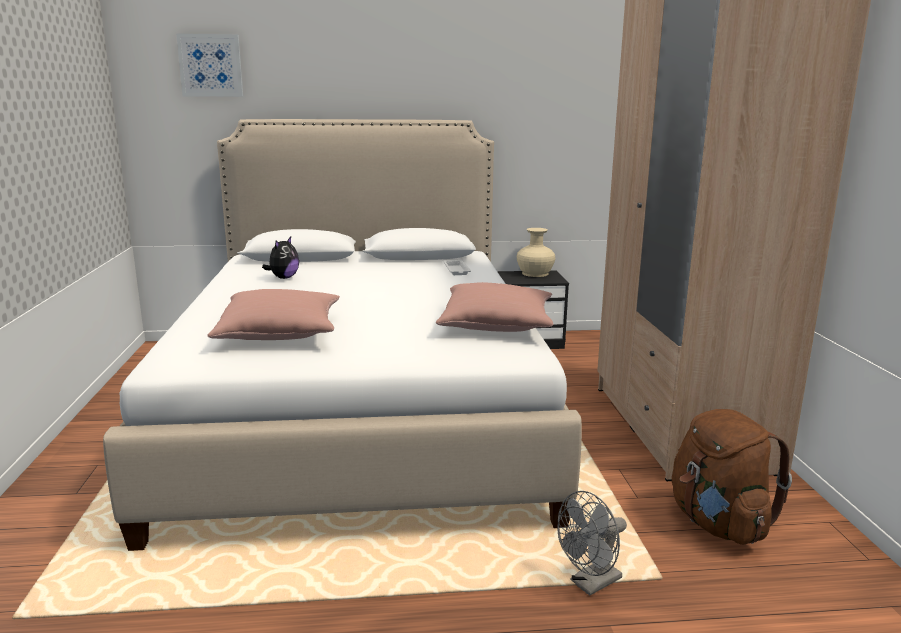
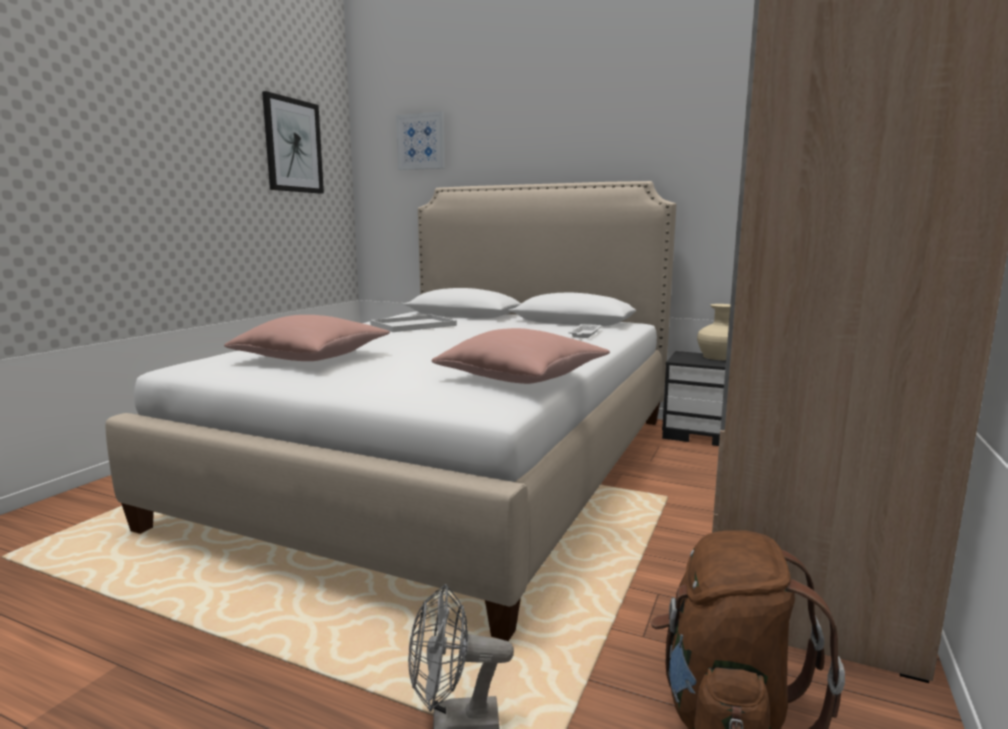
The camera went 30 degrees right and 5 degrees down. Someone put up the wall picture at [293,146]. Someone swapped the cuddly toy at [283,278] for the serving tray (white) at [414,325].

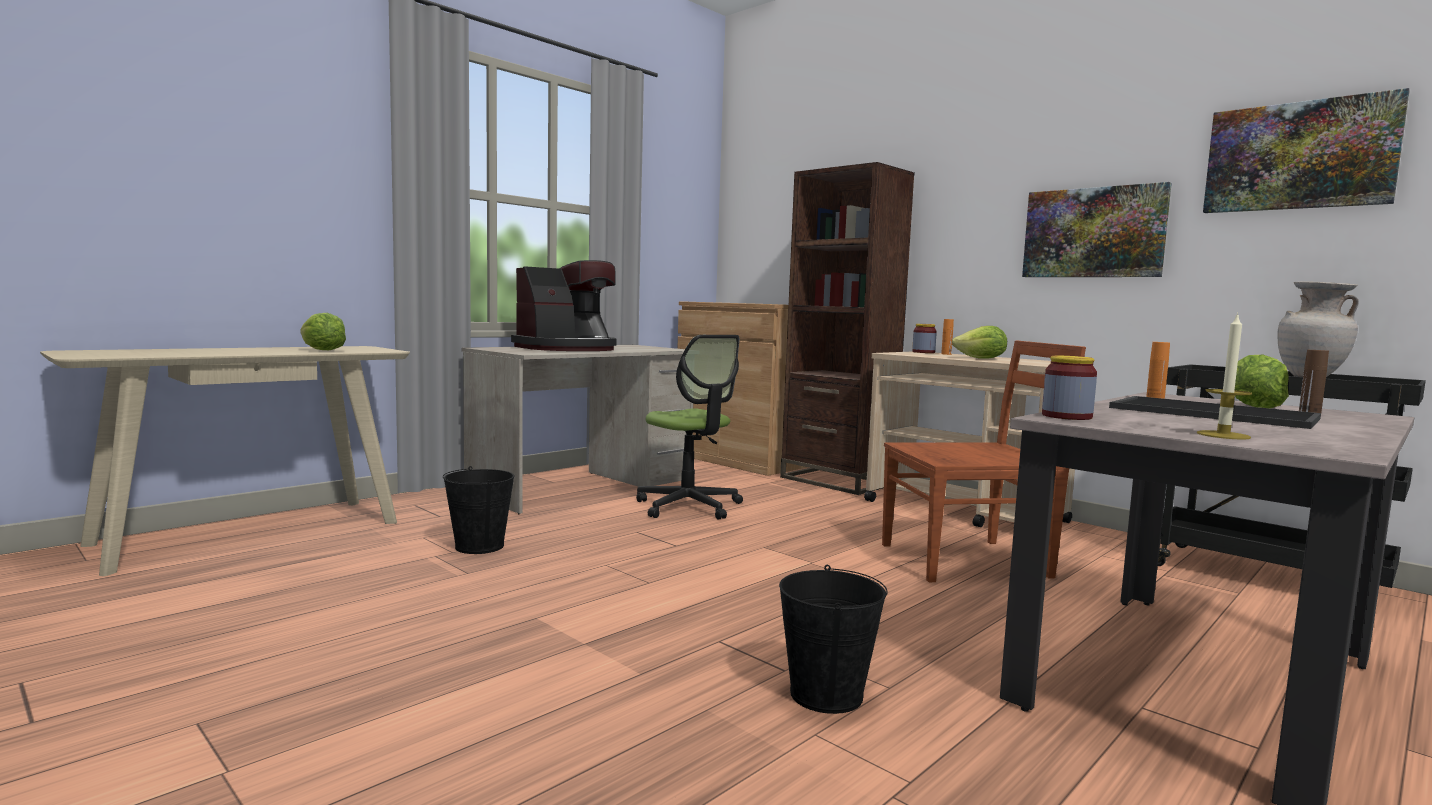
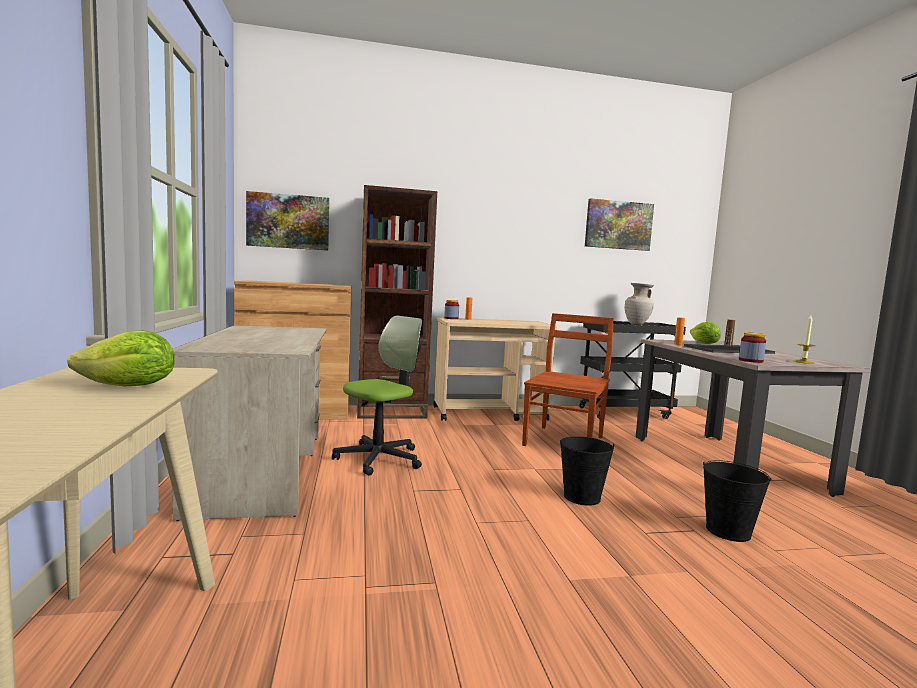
The camera went 55 degrees left and 0 degrees up. Someone took away the coffee maker at [567,349]. Someone took away the lettuce at [981,359]. Someone carried the pail (black) from [480,546] to [581,497]. Someone carried the wall picture from [1093,233] to [288,221]. Someone rotated the desk chair at [689,506] by 45 degrees counterclockwise.

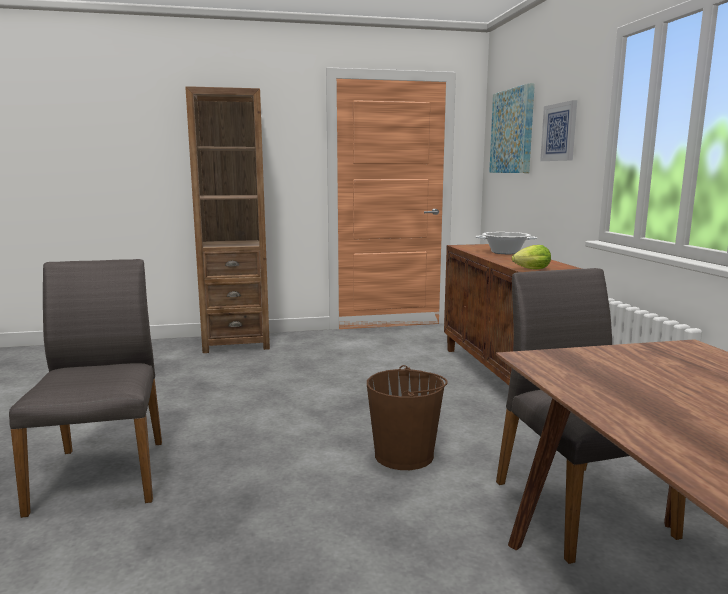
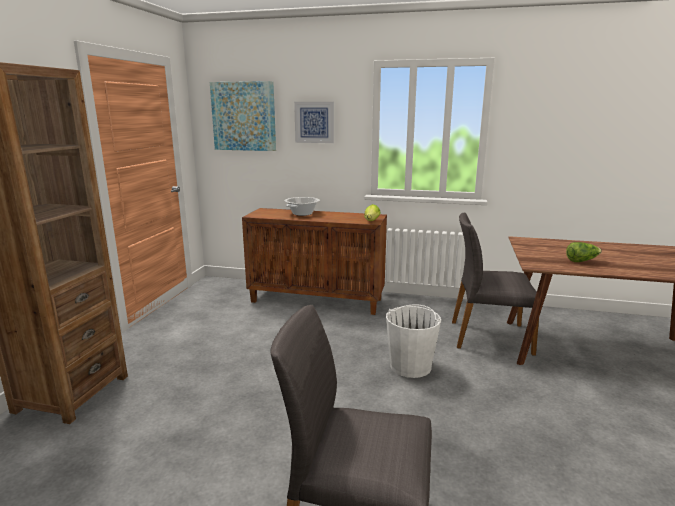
The camera went 65 degrees left and 5 degrees up. Someone put down the lettuce at [582,260]. Someone repainted the pail (brown-coloured) at [404,455], which became the pail (white) at [410,366].

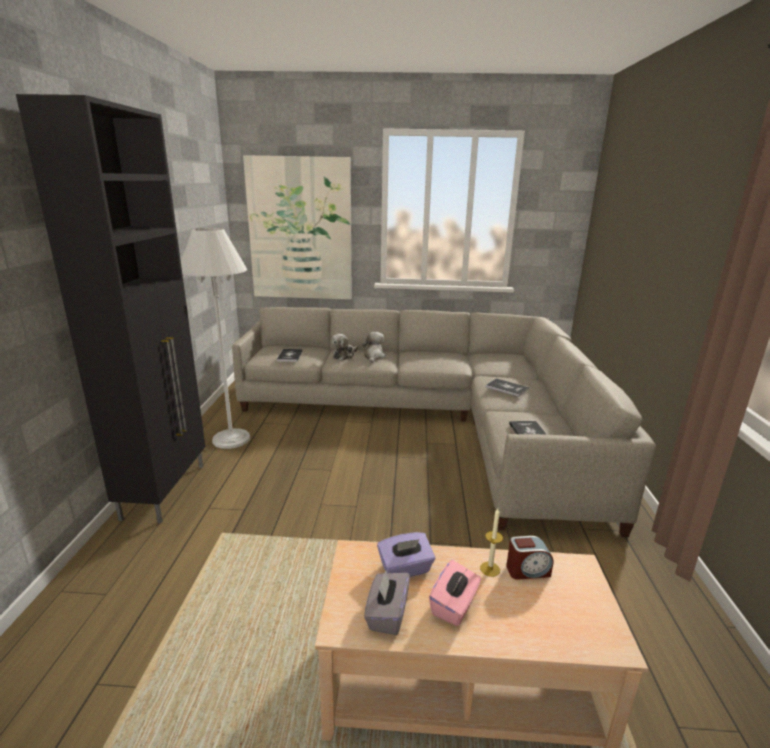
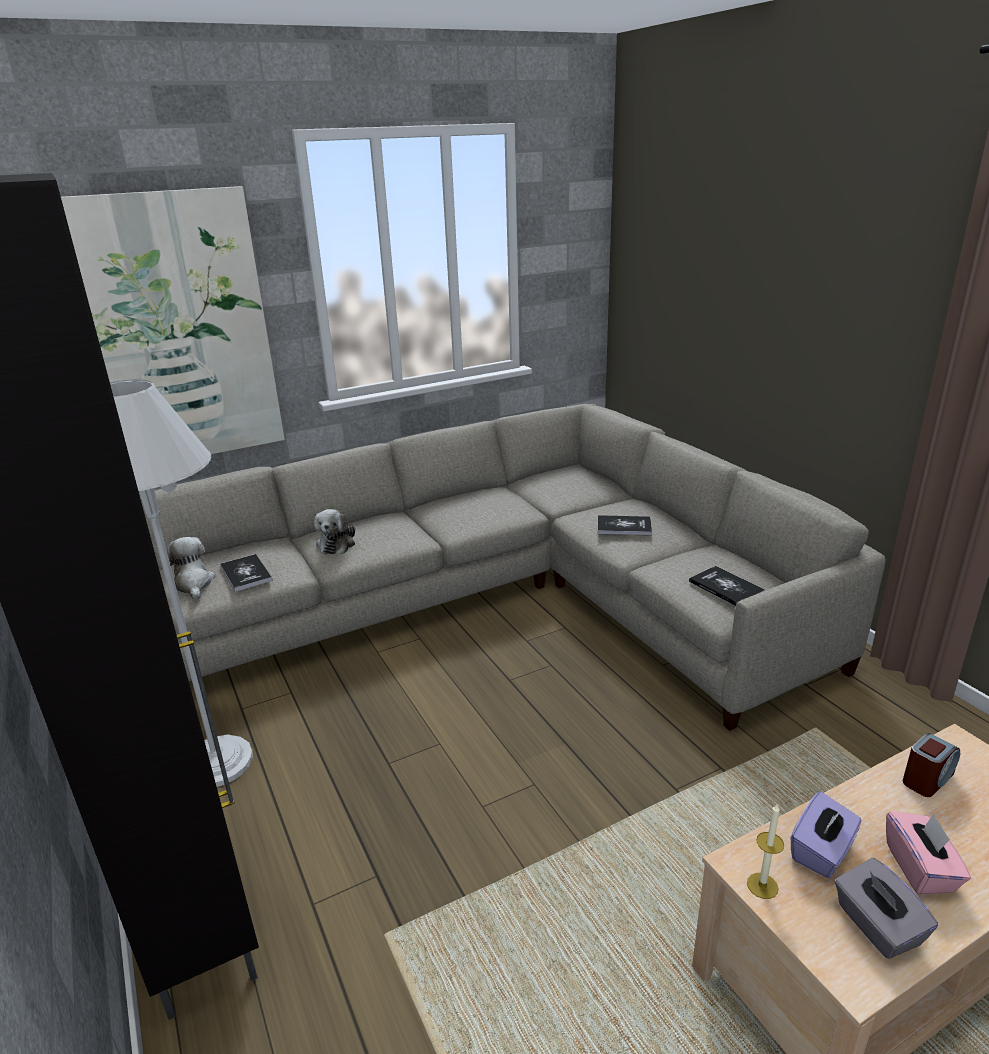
The camera went 30 degrees left and 5 degrees up. Someone carried the cuddly toy from [374,357] to [193,584]. Someone carried the candle from [490,569] to [762,885].

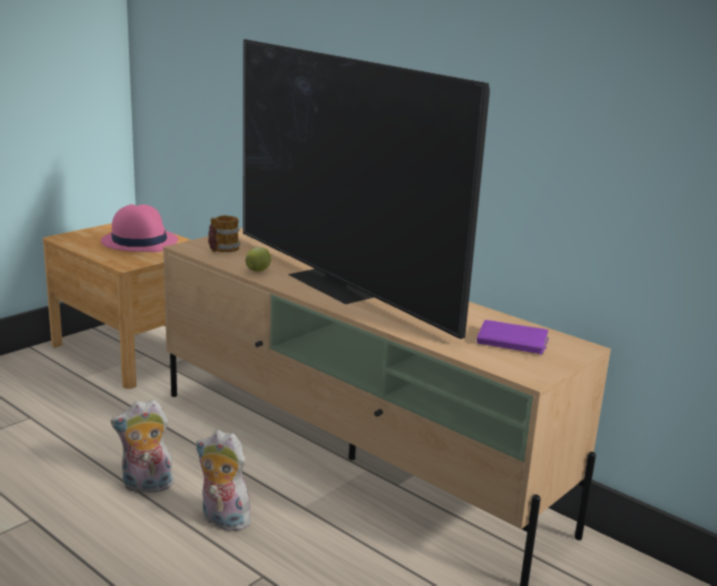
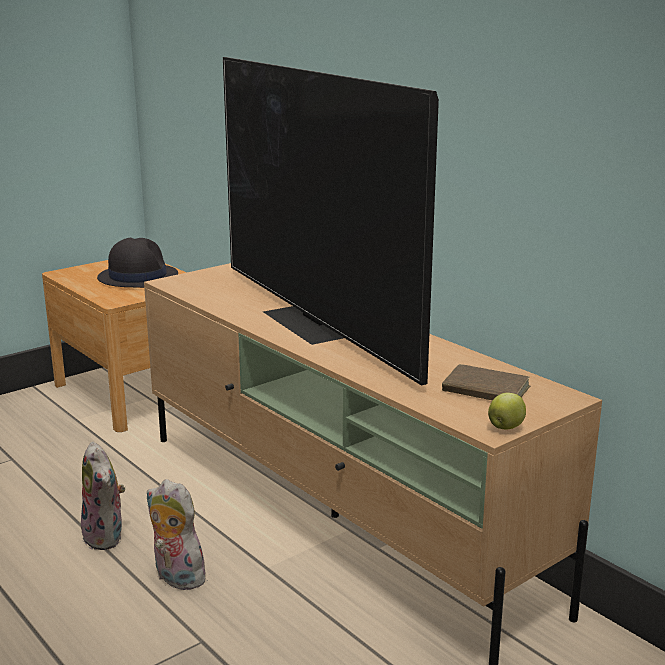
The camera went 10 degrees right and 0 degrees up. Someone took away the tea mug at [222,250]. Someone carried the apple fruit from [258,270] to [506,427]. Someone repainted the hat (pinkish) at [139,241], which became the hat (black) at [137,277]. Someone repainted the bound book (purple) at [512,342], which became the bound book (brown-coloured) at [484,390]. Someone rotated the cuddly toy at [146,486] by 120 degrees counterclockwise.

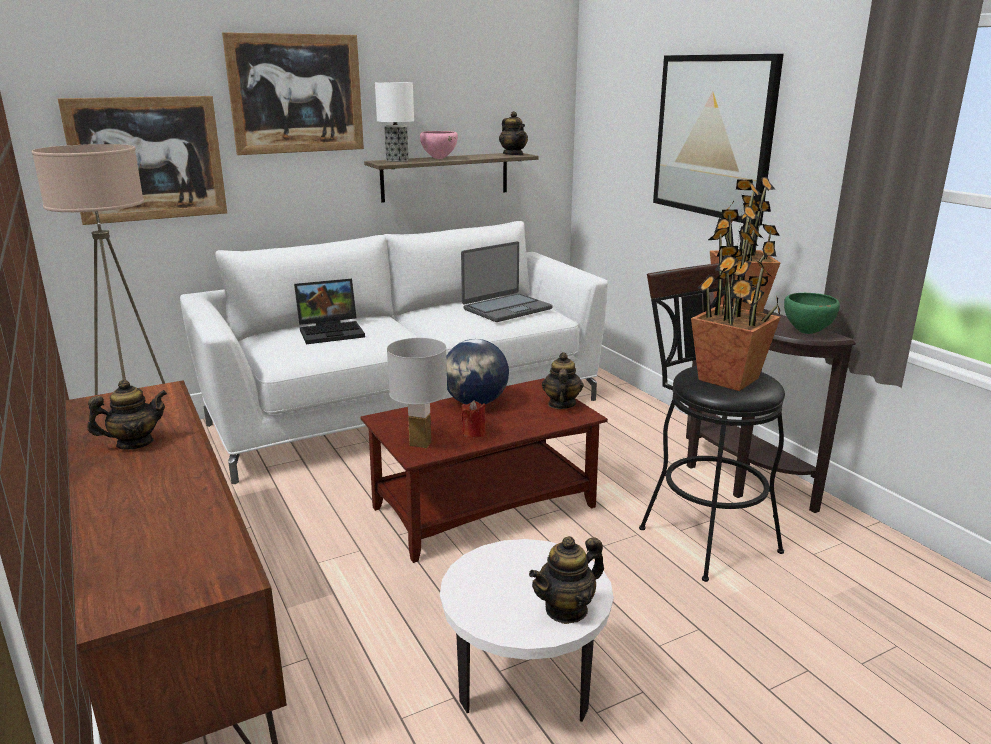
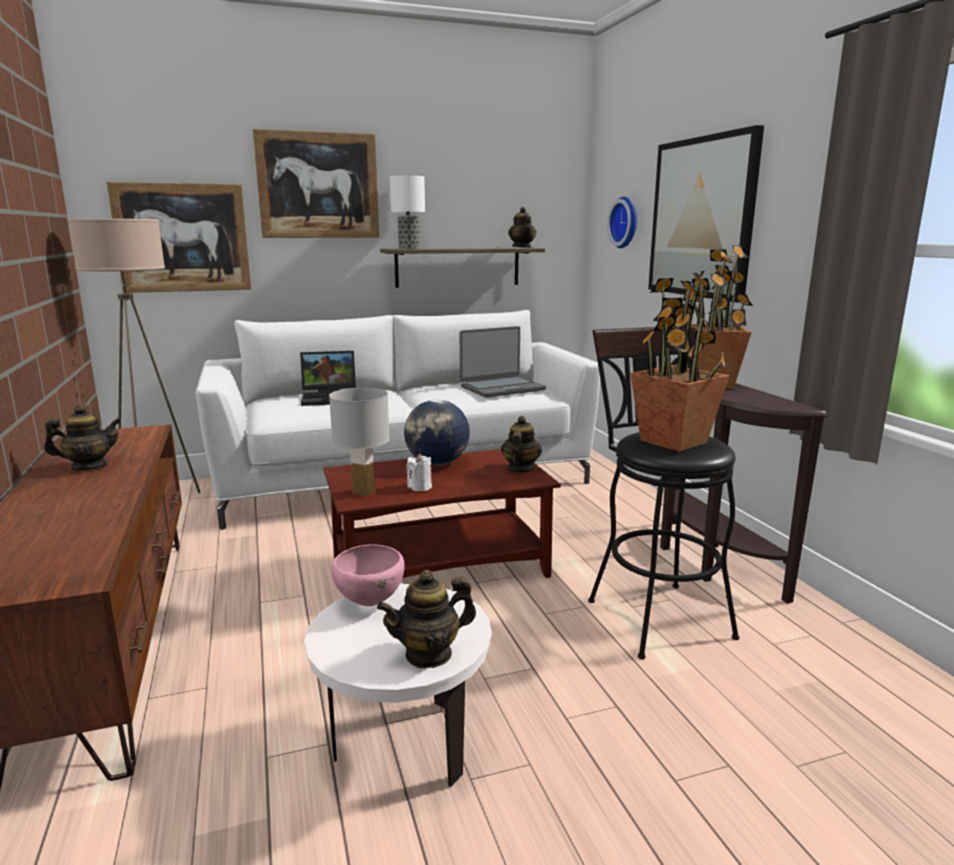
The camera went 10 degrees right and 5 degrees down. Someone took away the deep dish (green) at [807,333]. Someone put up the hanging clock at [626,222]. Someone carried the deep dish (pinkish) from [439,159] to [369,602]. Someone repainted the candle (red-coloured) at [473,433], which became the candle (white) at [420,487].

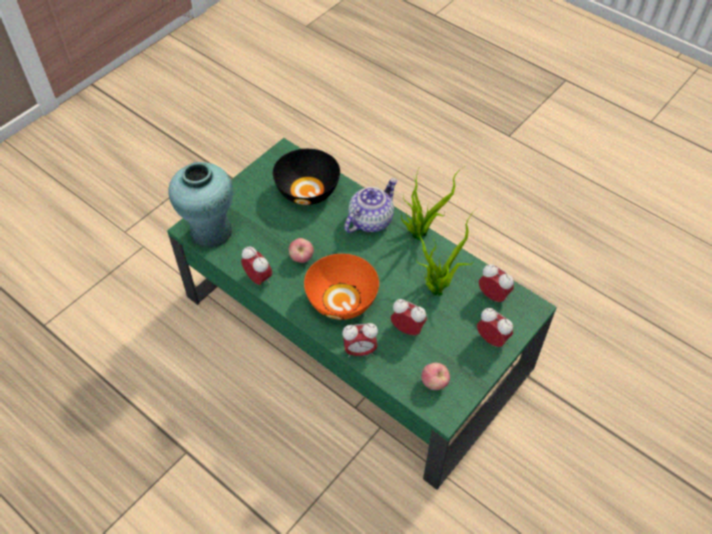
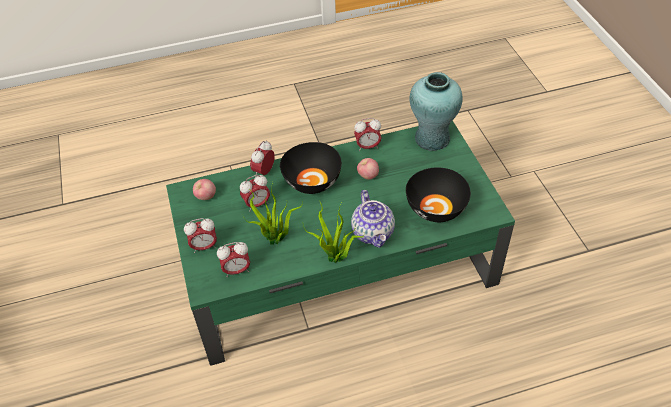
The camera went 125 degrees right and 5 degrees down. Someone repainted the deep dish (orange-coloured) at [342,300], which became the deep dish (black) at [312,182].

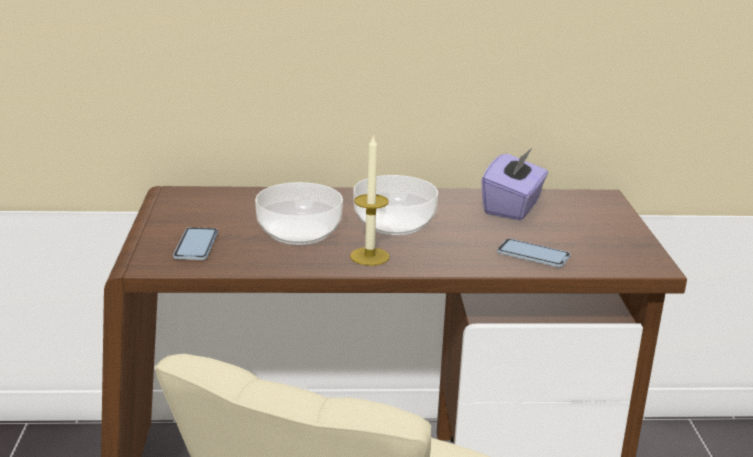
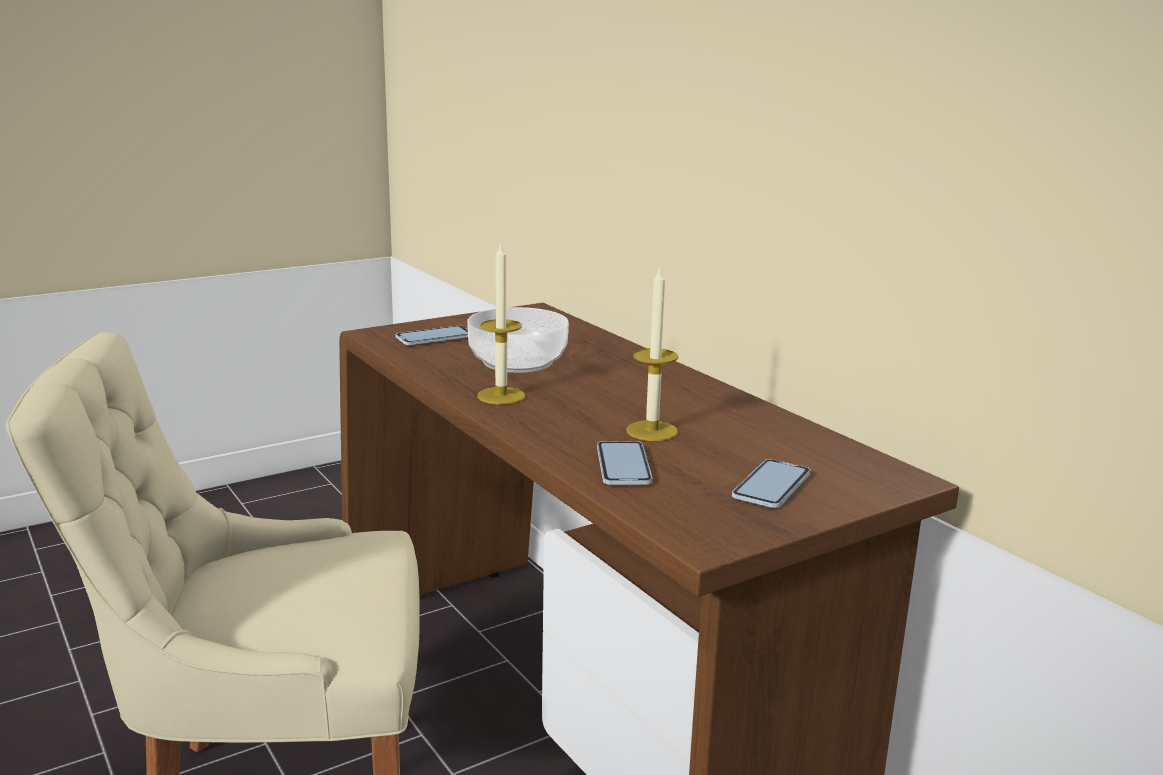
The camera went 60 degrees right and 5 degrees down. Someone took away the deep dish at [395,223]. Someone took away the tissue box (purple) at [513,207]. Someone put down the candle at [652,431]. Someone put down the phone at [771,486].

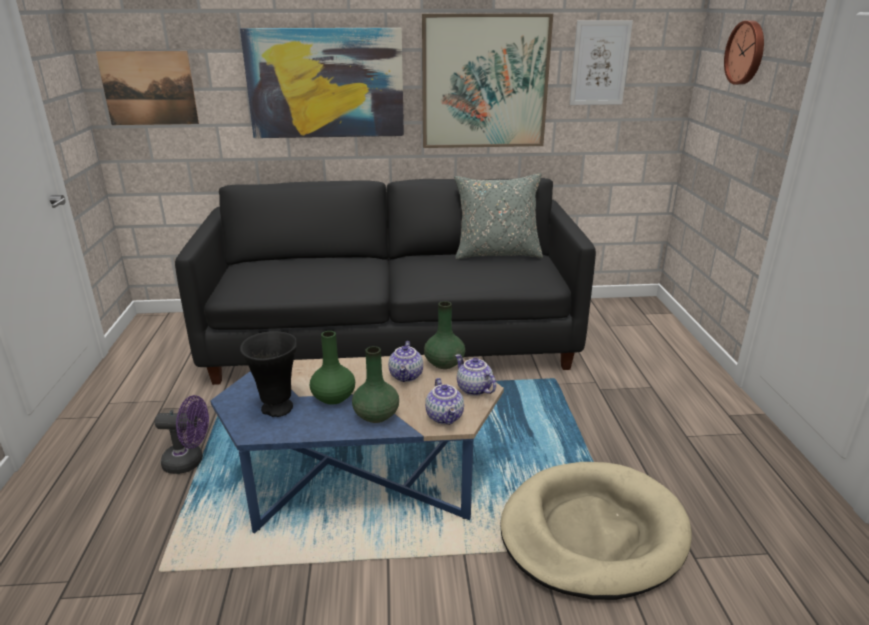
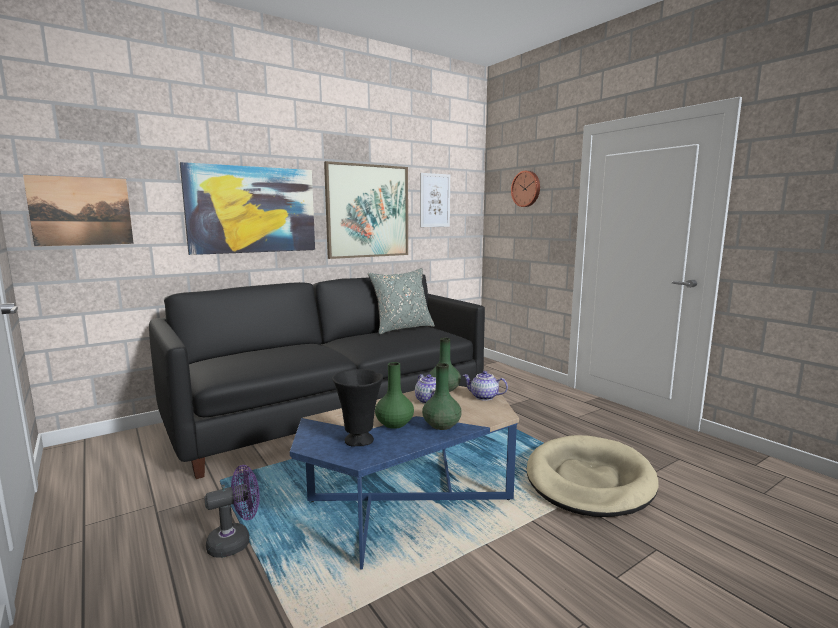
The camera went 30 degrees left and 15 degrees down. Someone took away the pot for tea at [445,417].

